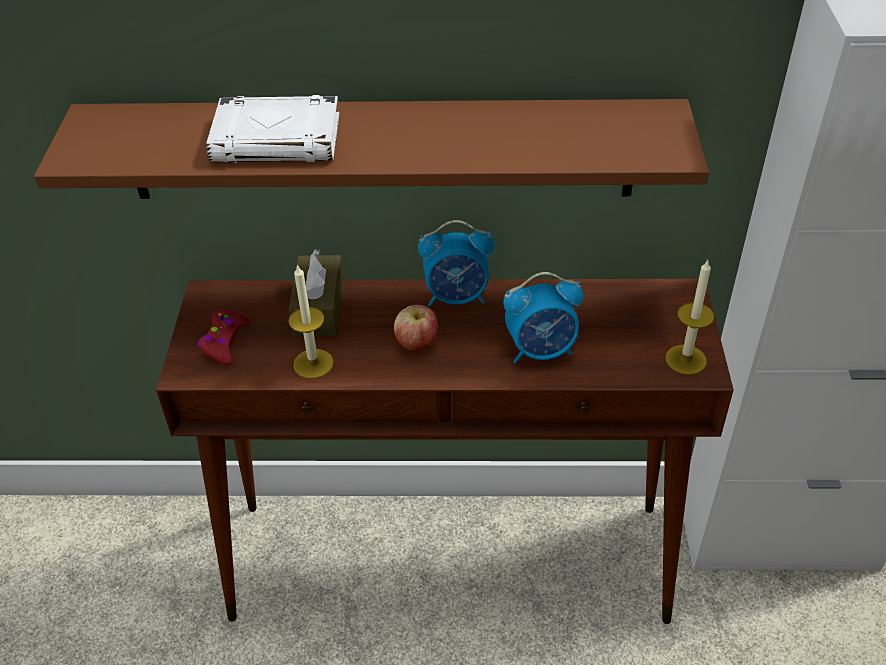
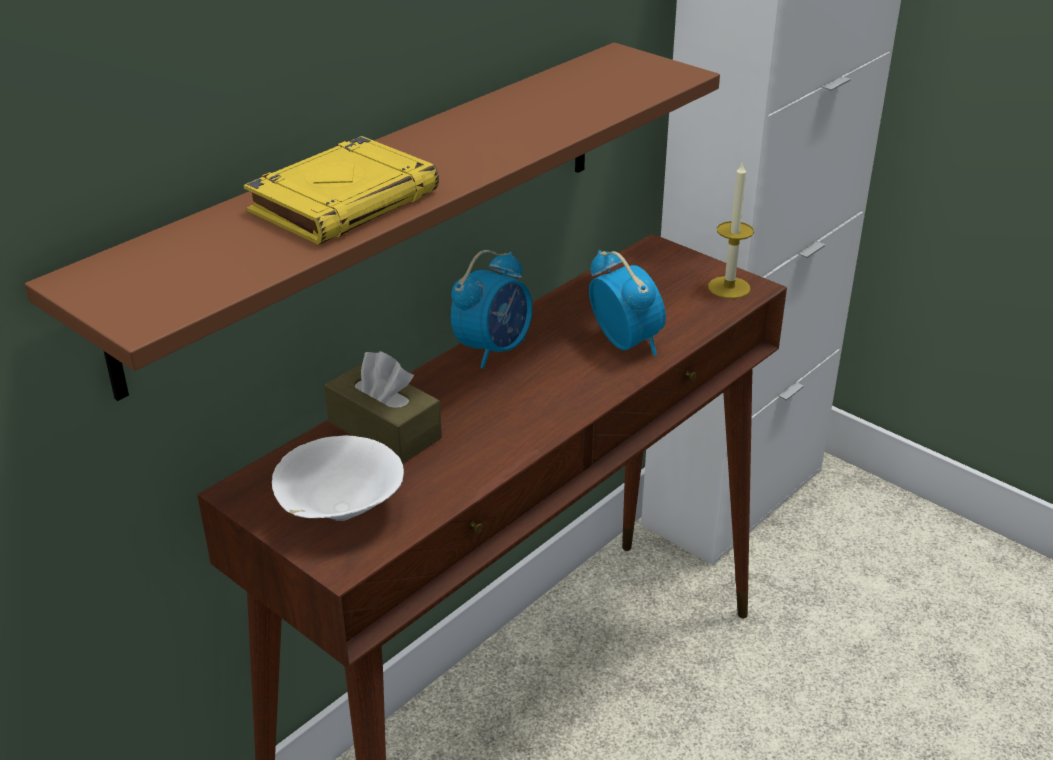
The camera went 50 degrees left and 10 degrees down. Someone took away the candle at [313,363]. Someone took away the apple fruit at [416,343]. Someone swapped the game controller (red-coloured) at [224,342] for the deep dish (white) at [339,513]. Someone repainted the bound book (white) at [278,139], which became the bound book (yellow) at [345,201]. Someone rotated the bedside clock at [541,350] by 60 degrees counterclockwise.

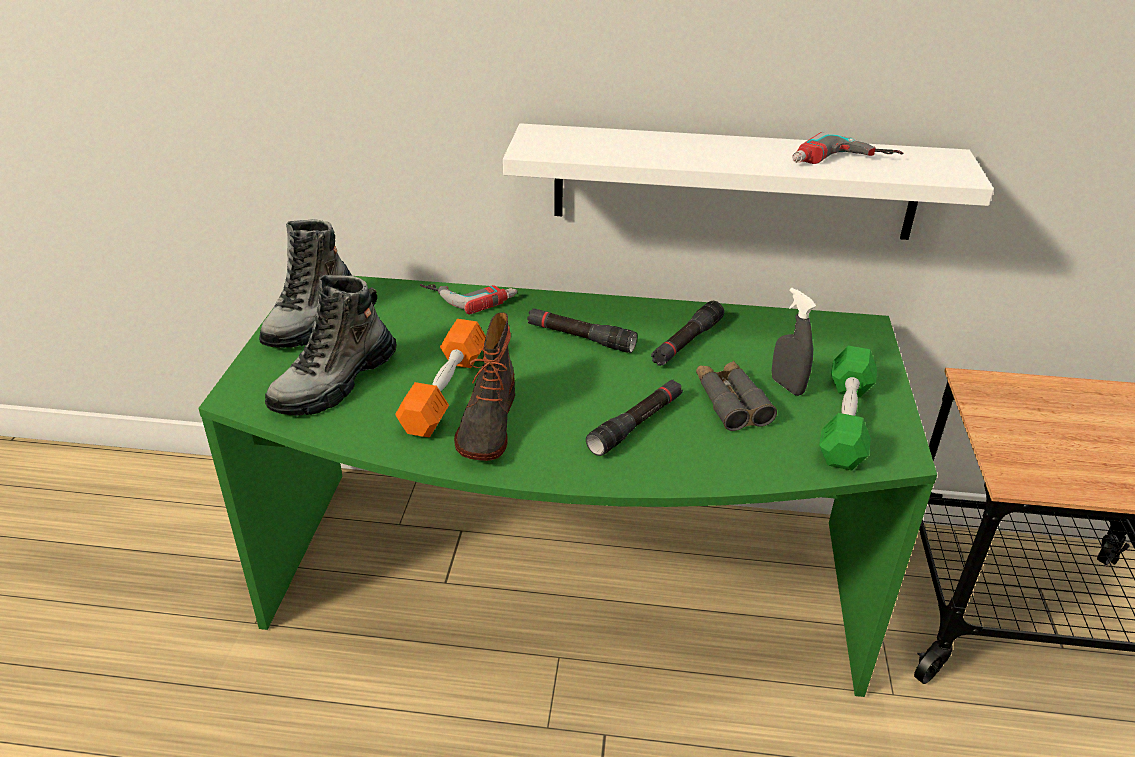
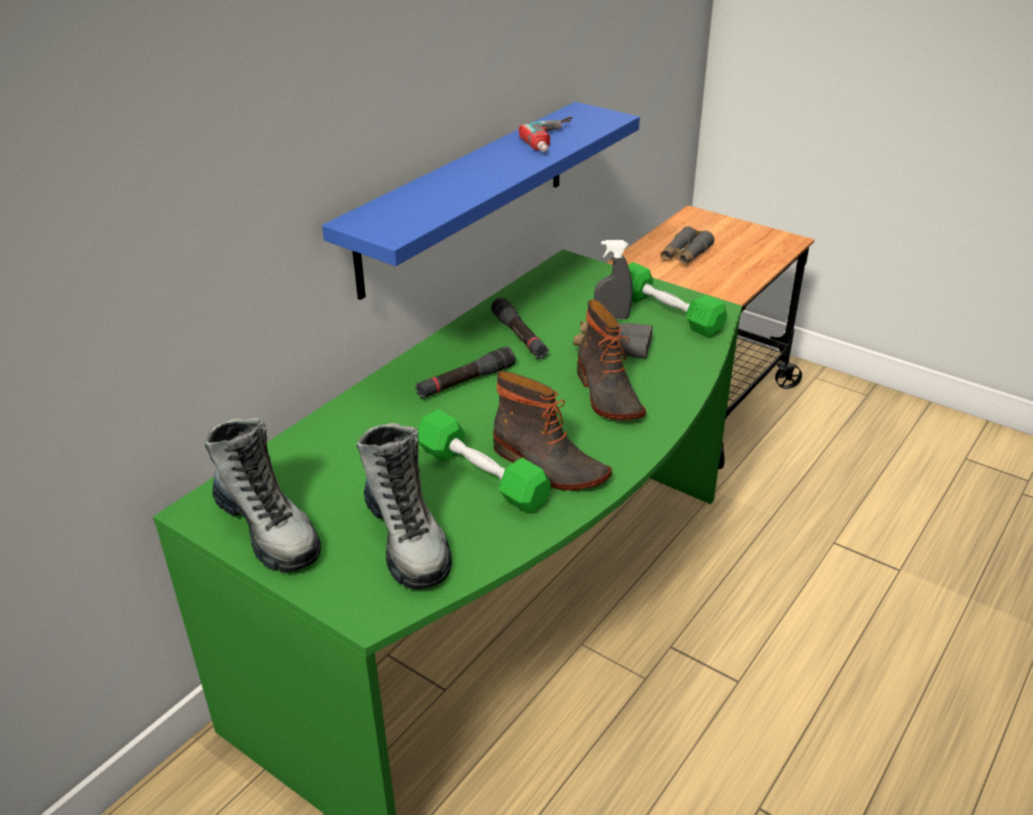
The camera went 60 degrees left and 0 degrees up. Someone took away the drill at [470,295]. Someone put down the field glasses (gray) at [685,254]. Someone swapped the hand torch (black) at [636,424] for the high-top boot at [606,395]. Someone repainted the dumbbell (orange-coloured) at [445,392], which became the dumbbell (green) at [481,475]. Someone repainted the shelf (white) at [733,182], which became the shelf (blue) at [466,196].

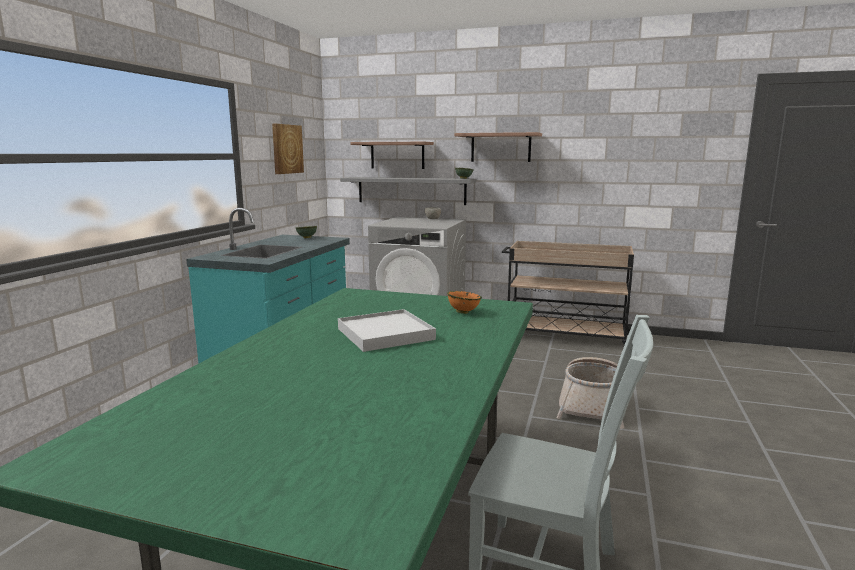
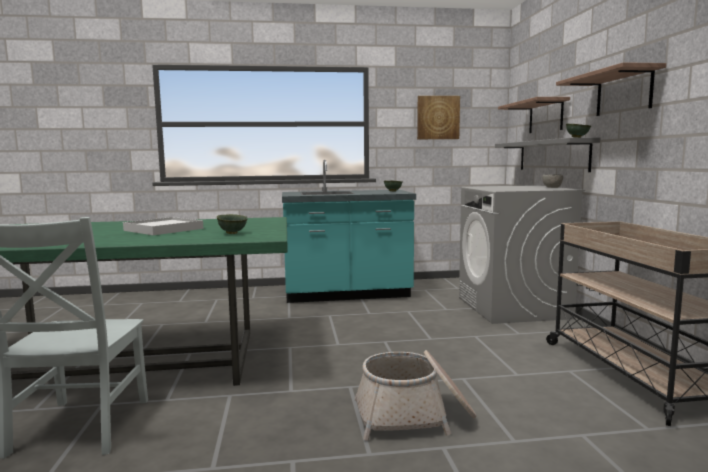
The camera went 65 degrees right and 5 degrees down. Someone repainted the deep dish (orange-coloured) at [463,312], which became the deep dish (green) at [233,233].

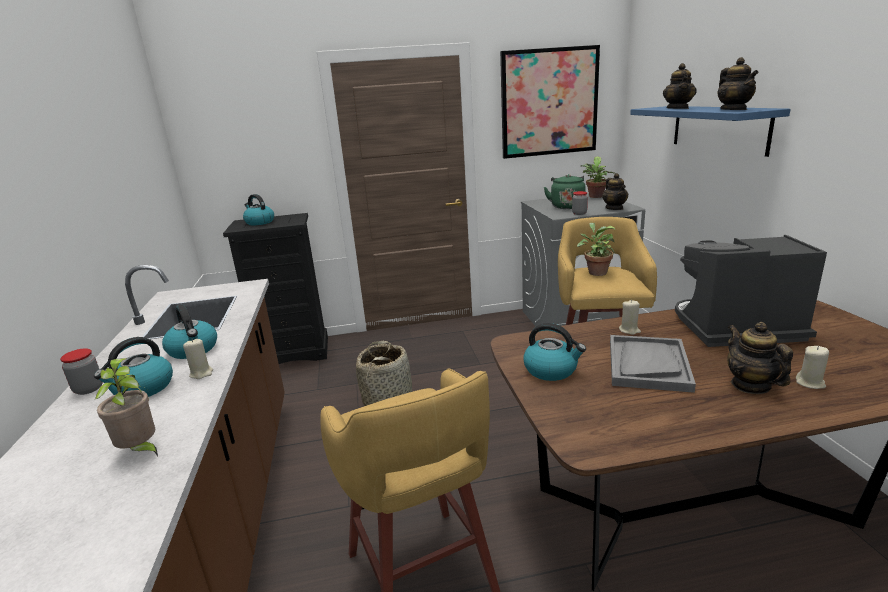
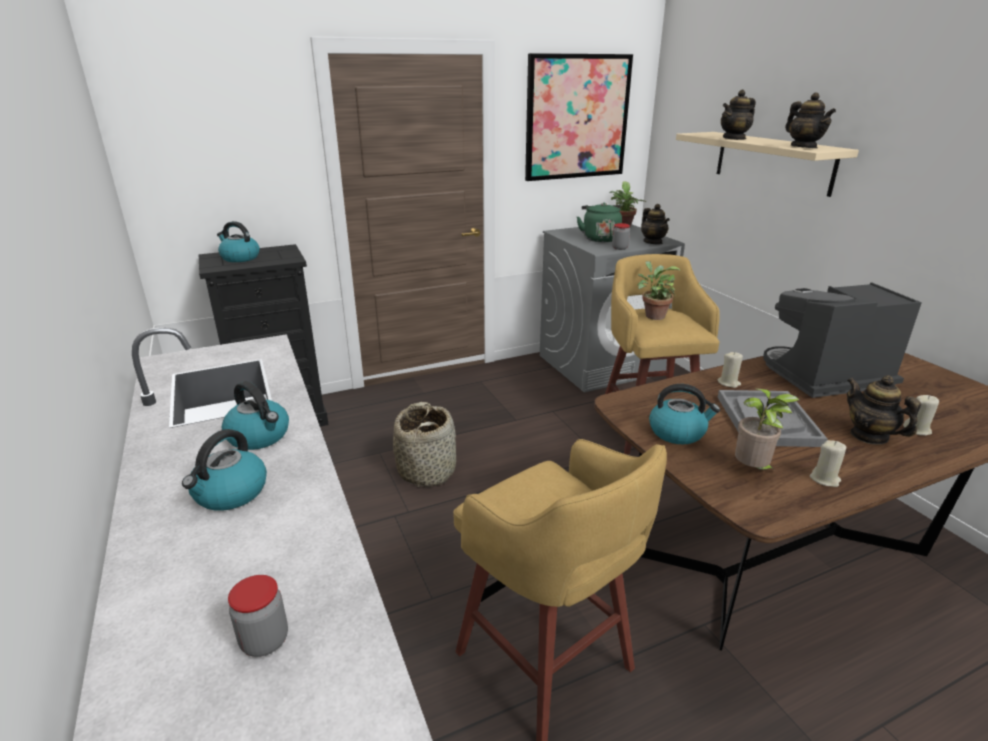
The camera went 15 degrees left and 5 degrees up. Someone carried the preserve jar from [89,389] to [265,641]. Someone carried the houseplant from [141,451] to [752,470]. Someone carried the candle (beige-coloured) from [201,373] to [825,479]. Someone repainted the shelf (blue) at [718,128], which became the shelf (beige-coloured) at [773,162]. Someone rotated the pot for tea at [678,108] by 60 degrees clockwise.

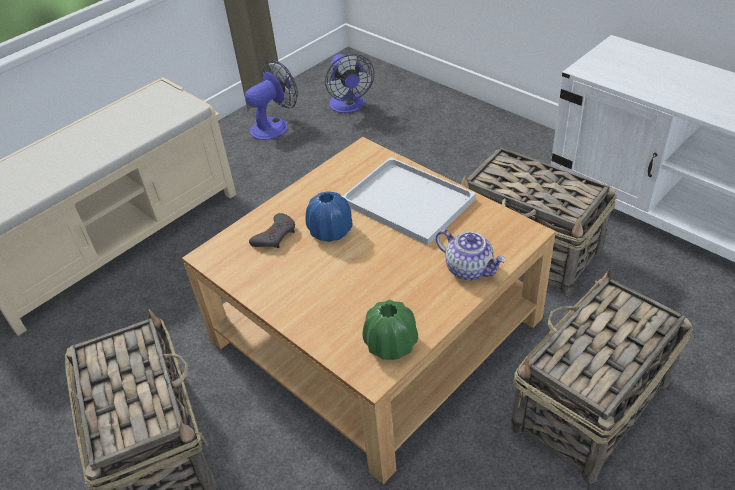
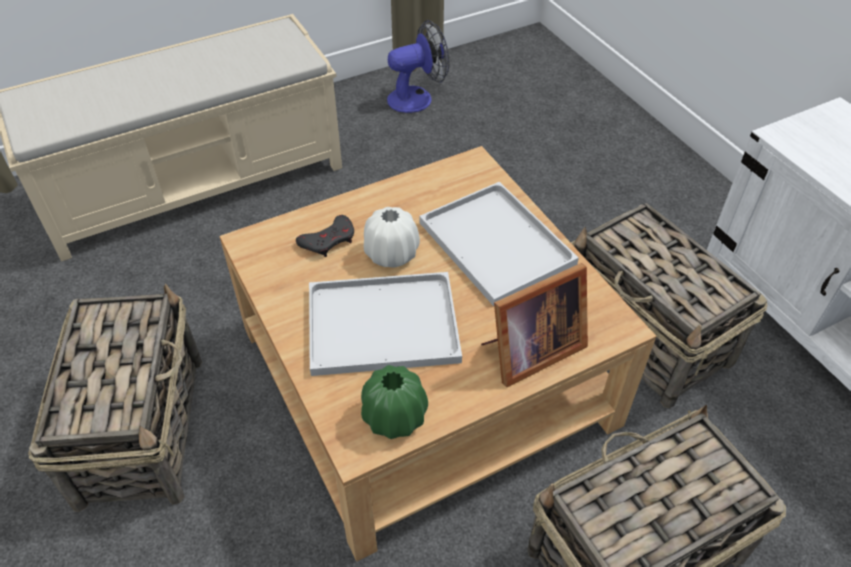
The camera went 15 degrees right and 5 degrees up. Someone took away the fan at [349,106]. Someone put down the serving tray (white) at [379,326]. Someone swapped the pot for tea at [469,269] for the photo frame at [529,352]. Someone repainted the decorative vase (blue) at [331,231], which became the decorative vase (white) at [392,254].

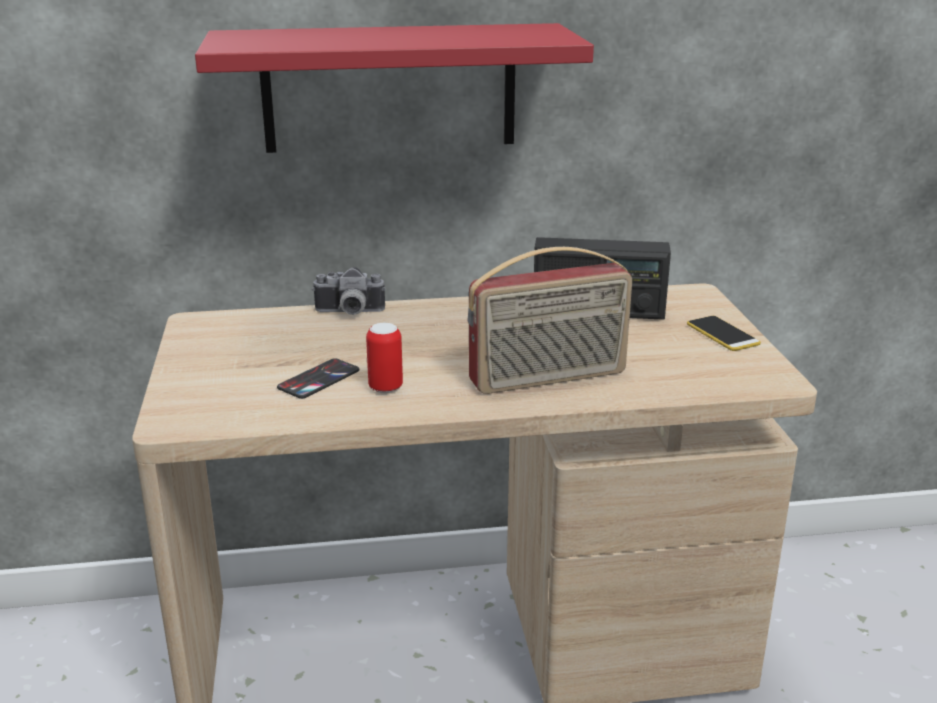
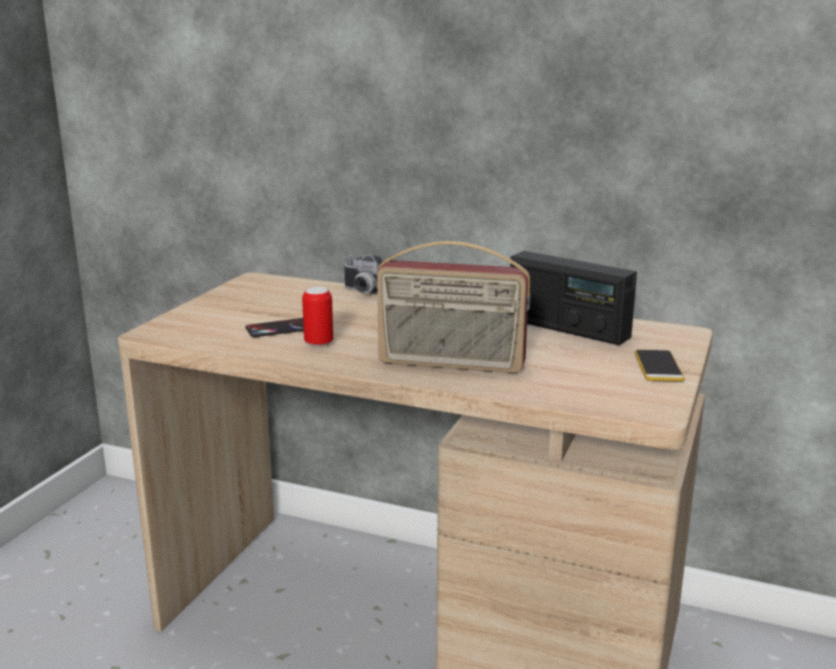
The camera went 30 degrees right and 5 degrees down. Someone took away the shelf (red-coloured) at [389,88].

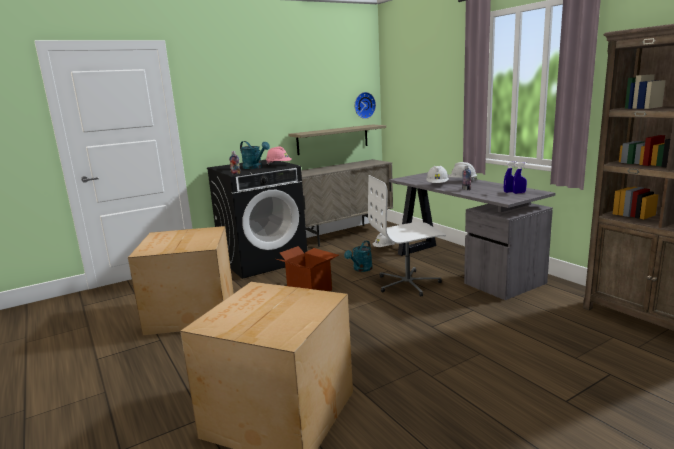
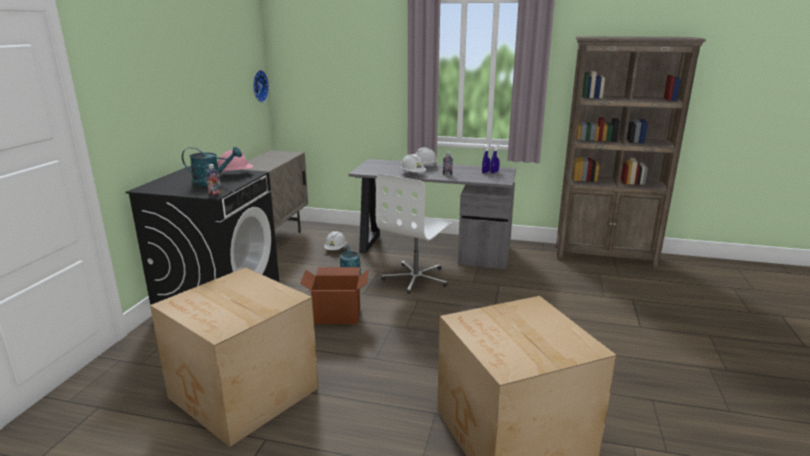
The camera went 45 degrees left and 5 degrees up. Someone took away the shelf at [333,139].

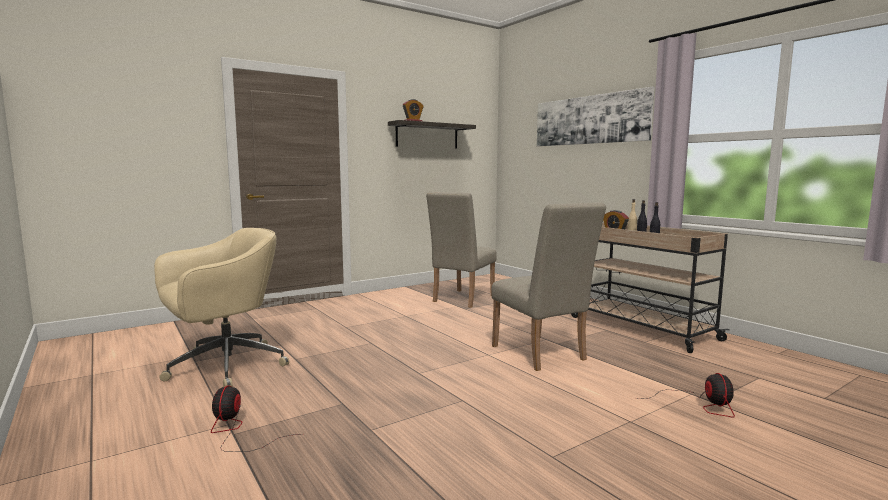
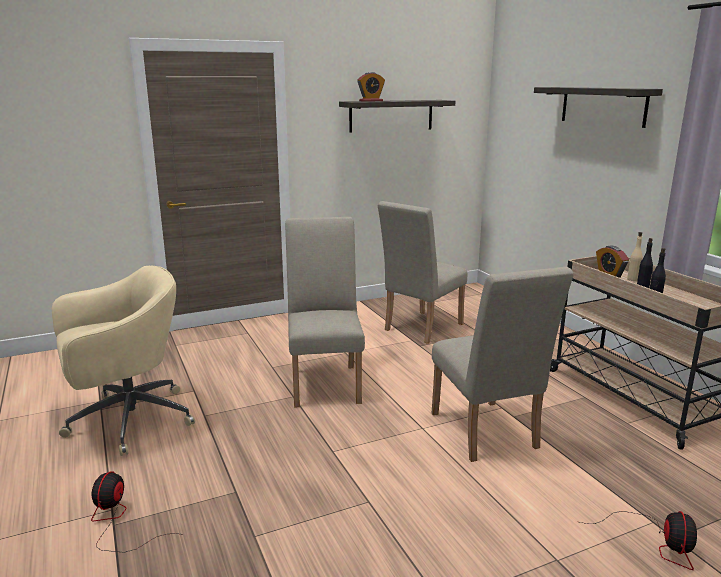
The camera went 10 degrees right and 10 degrees up. Someone put down the upright chair (beige-coloured) at [326,381]. Someone swapped the wall picture at [589,120] for the shelf at [603,106].

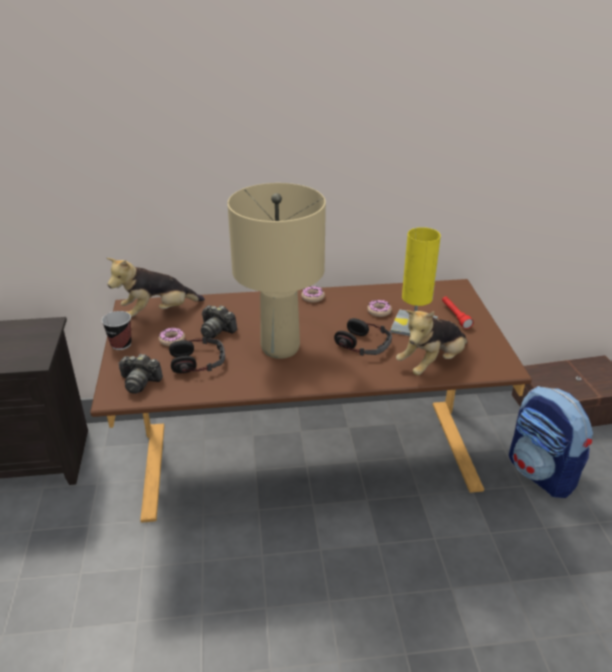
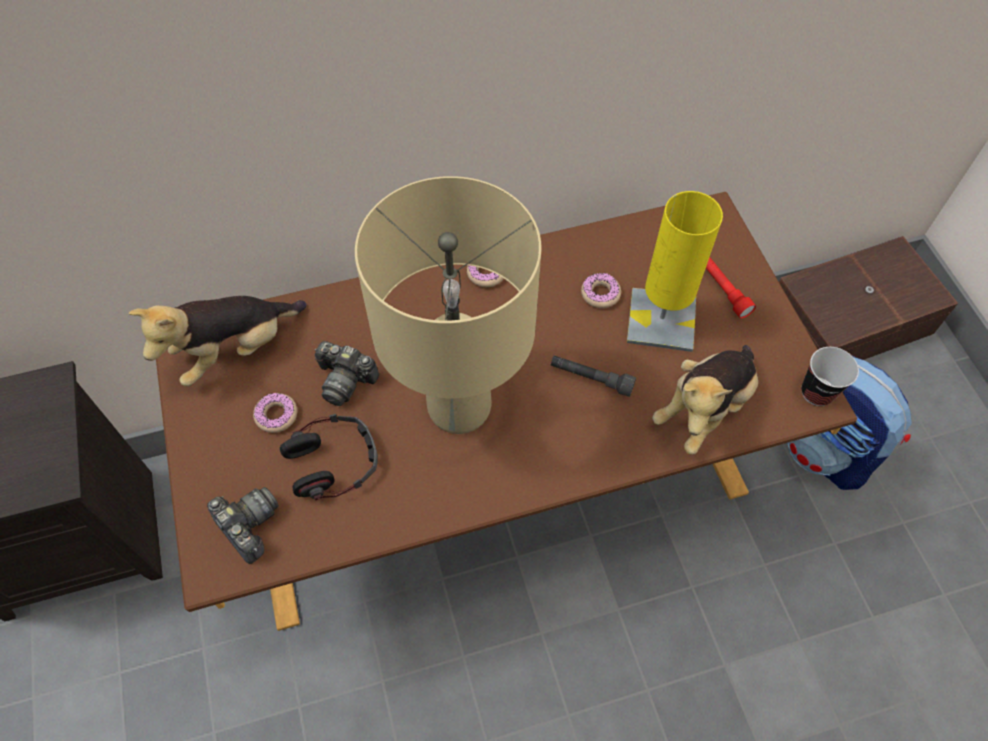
The camera went 10 degrees left and 25 degrees up. Someone carried the drinking cup from [121,344] to [817,392]. Someone swapped the headset at [364,344] for the hand torch (gray) at [591,379]. Someone rotated the photo camera at [140,382] by 135 degrees counterclockwise.

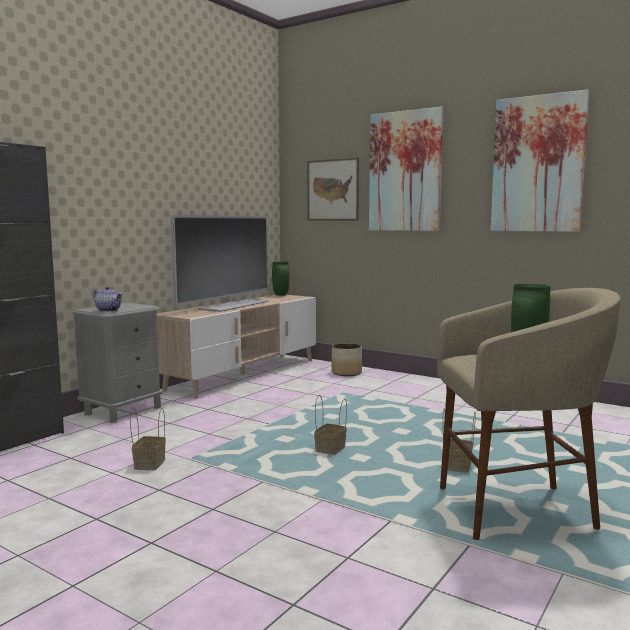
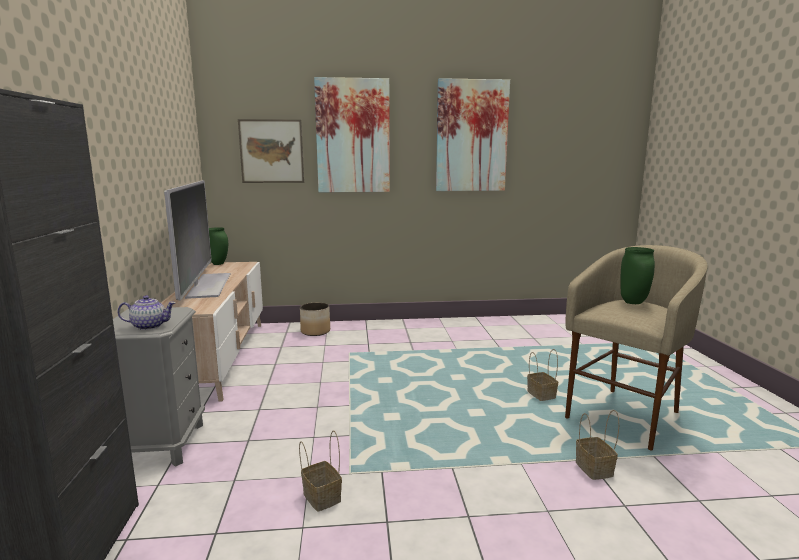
The camera went 40 degrees left and 5 degrees up. Someone carried the basket from [330,450] to [595,469].

